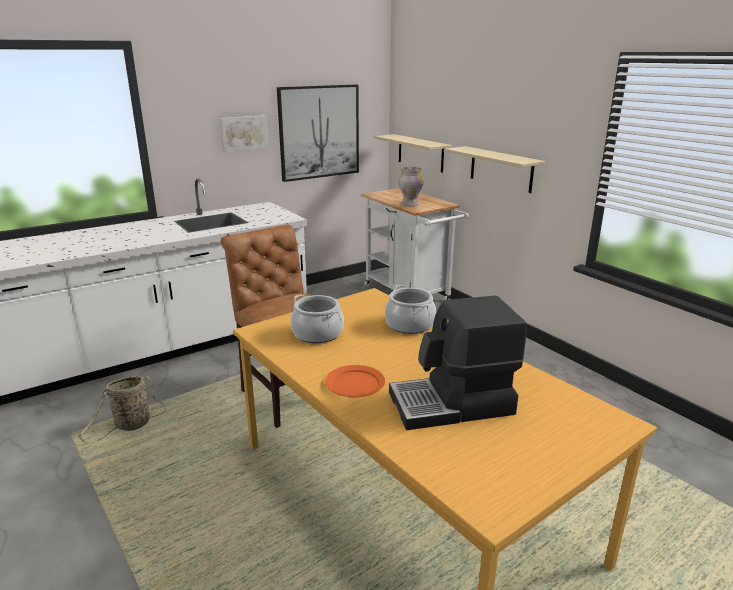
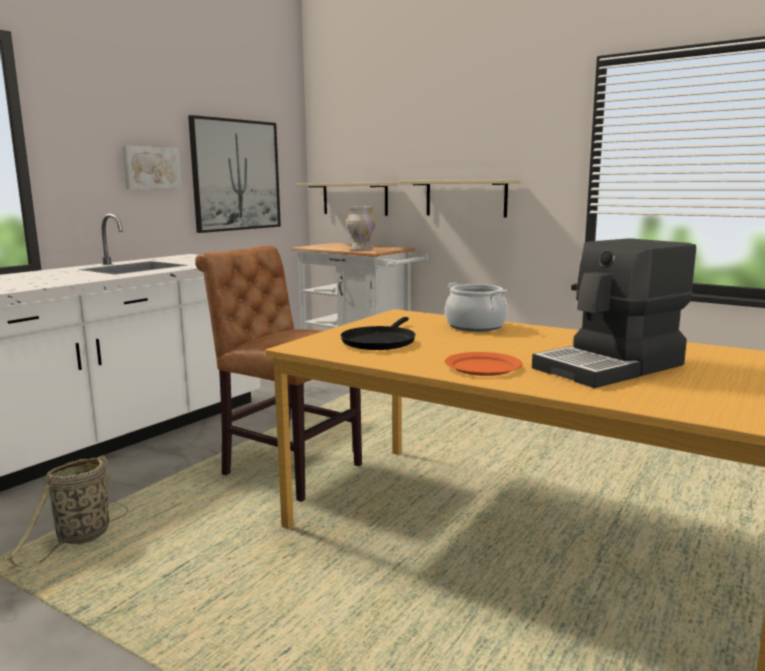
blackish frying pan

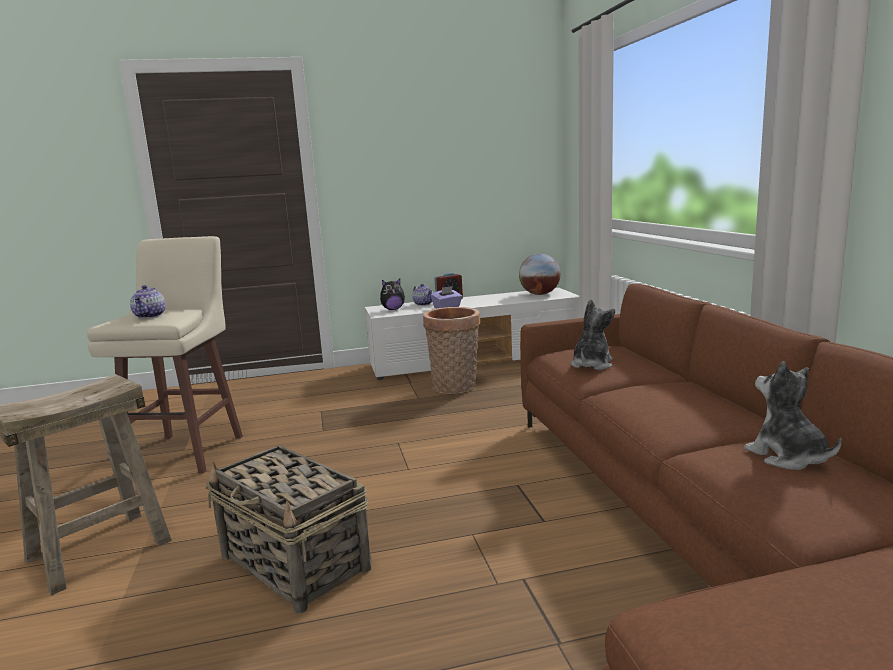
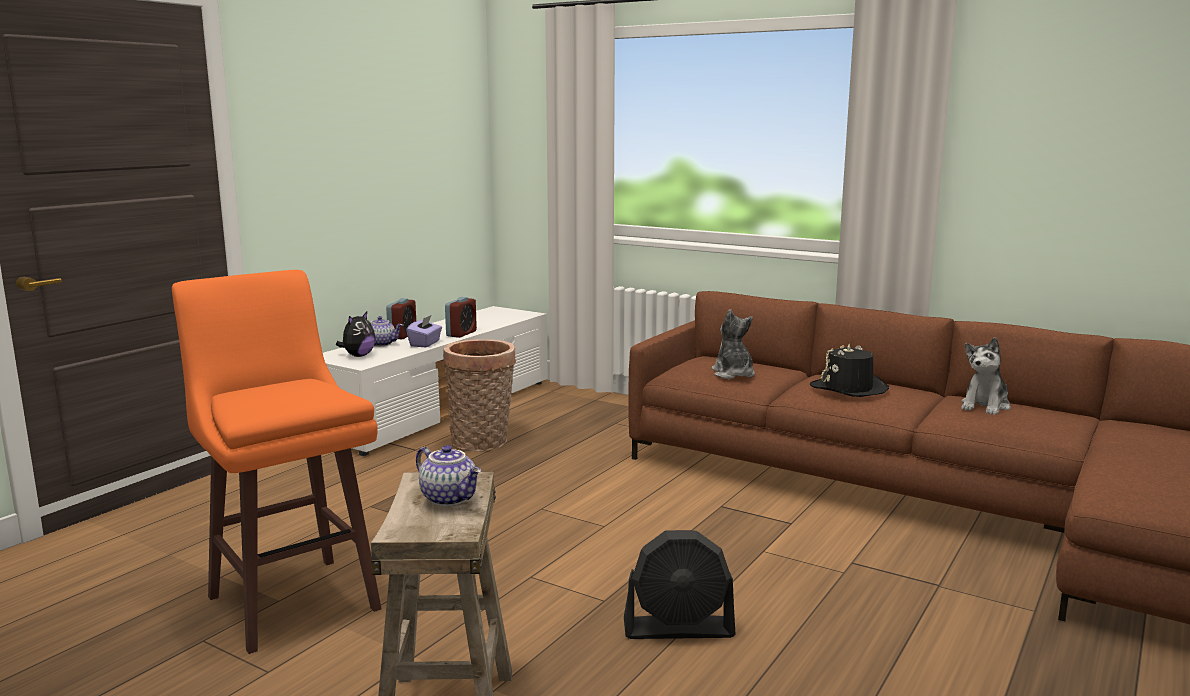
globe; table clock (no. 2 from left); blackish clothing hat; tea pot (no. 2 from left); blackish fan; orange-coloured sitting stool; plush toy (no. 3 from left)

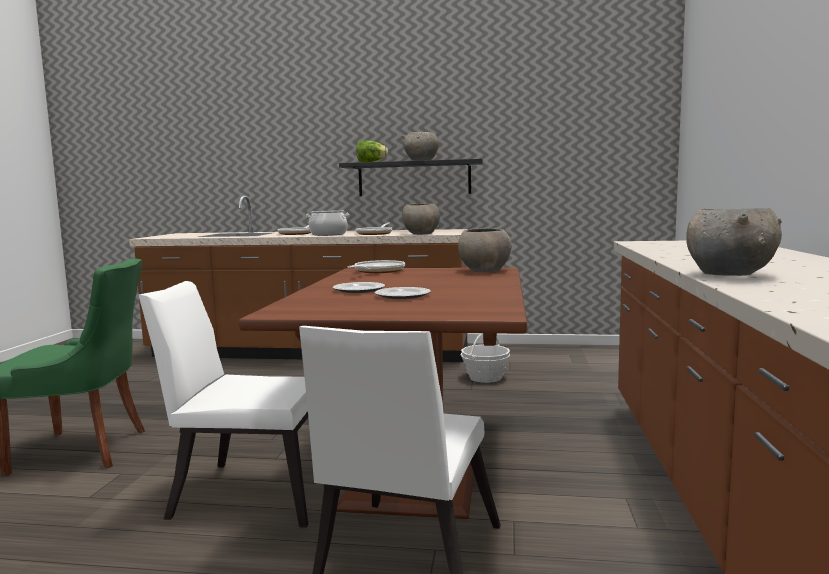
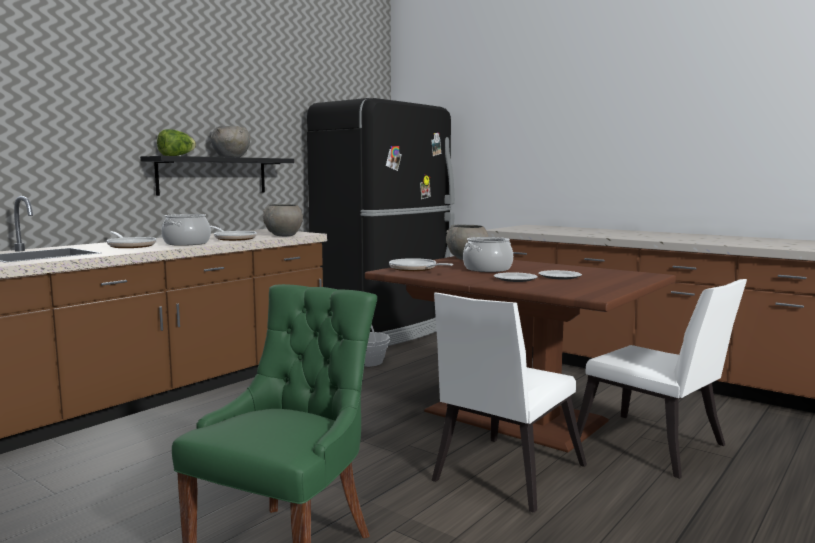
grey serving bowl (no. 4 from left in the first image); blackish refrigerator; saucepot (no. 2 from left)

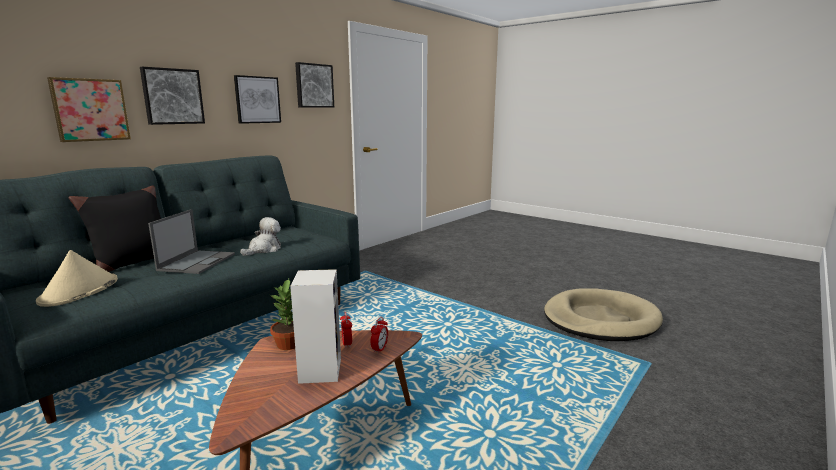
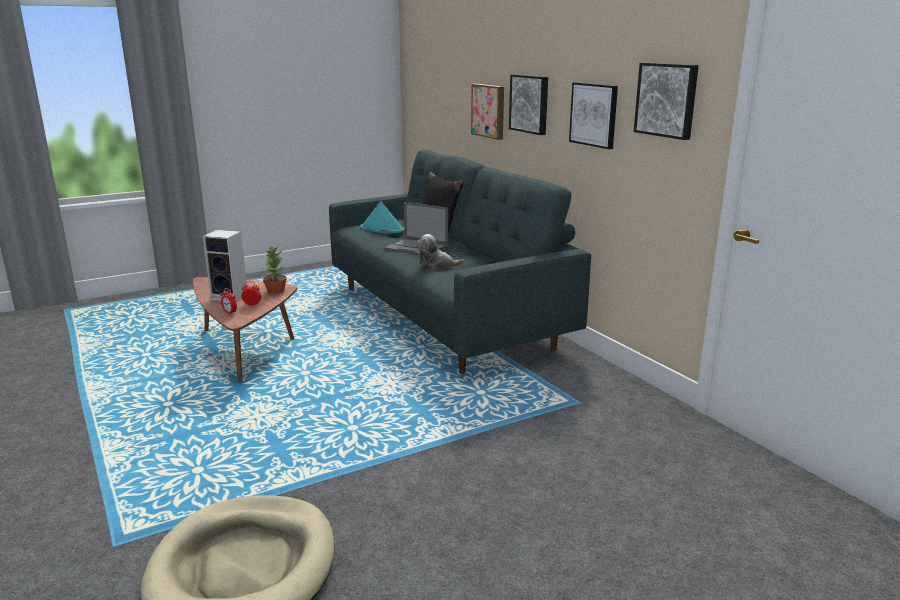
blue-green clothing hat; plush toy

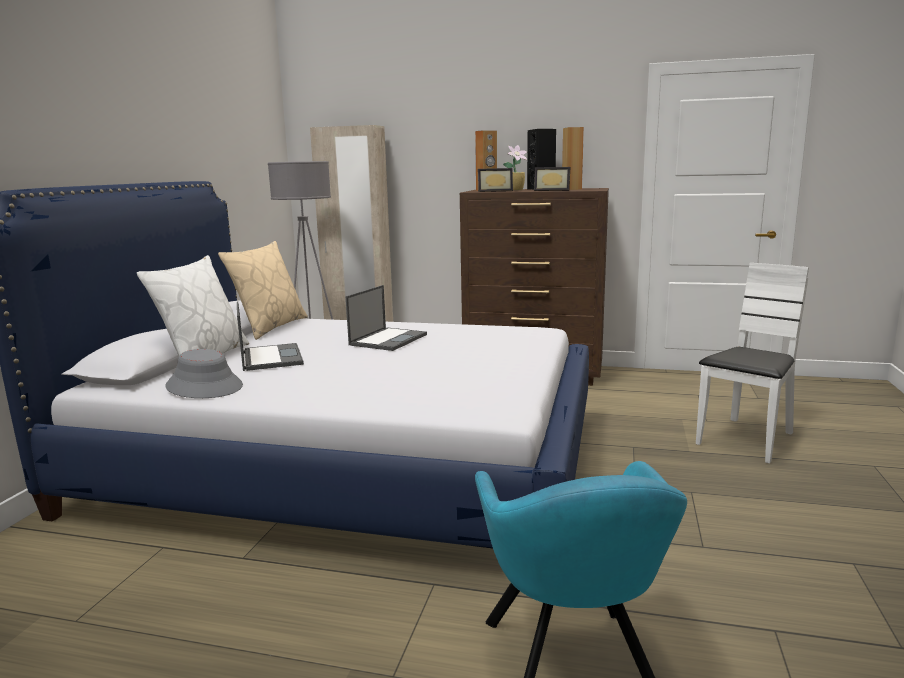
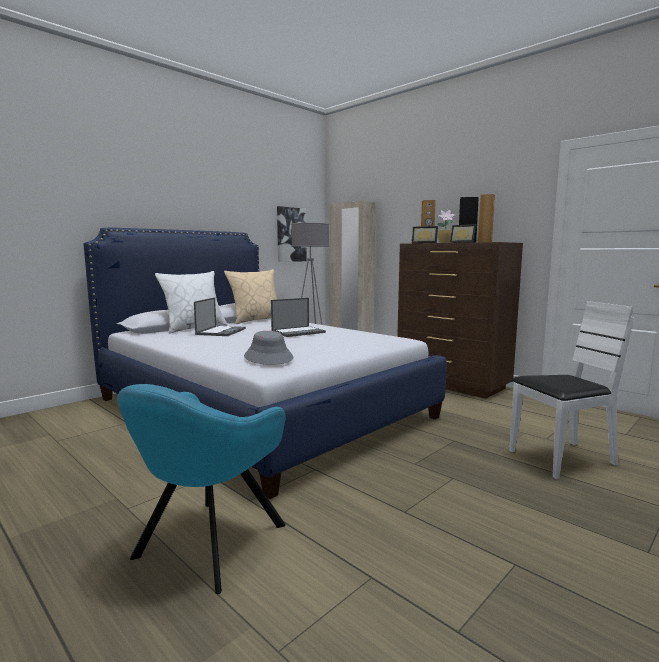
picture; grey clothing hat

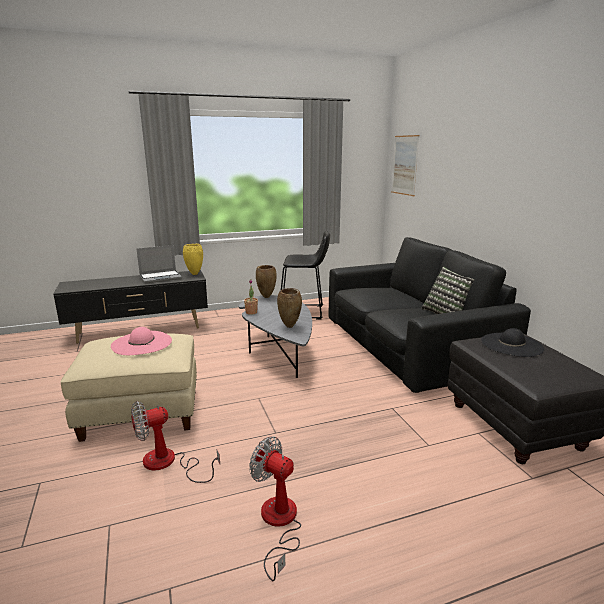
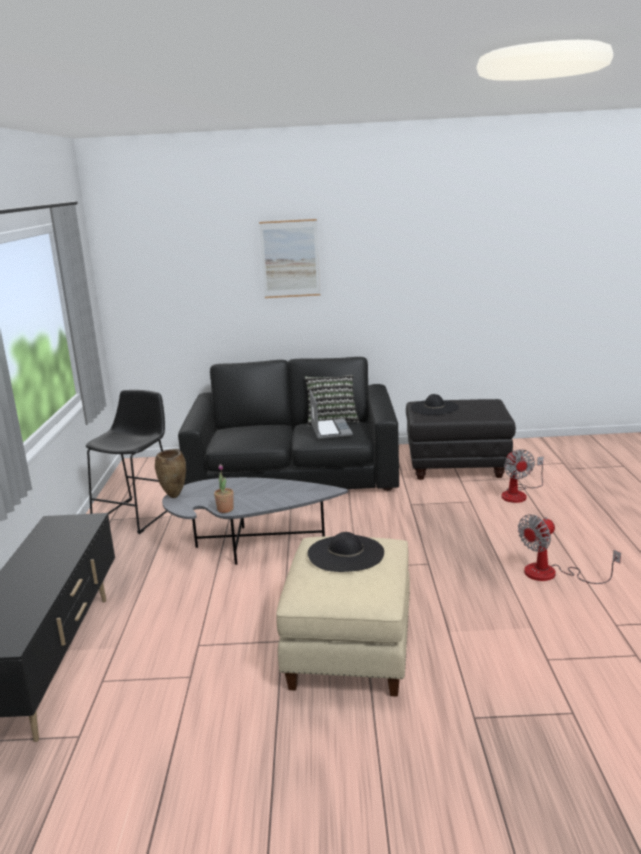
yellowish flower vase; brownish flower vase (no. 2 from left in the first image); fan (no. 1 from left); portable computer; picture; blackish clothing hat (no. 1 from left)

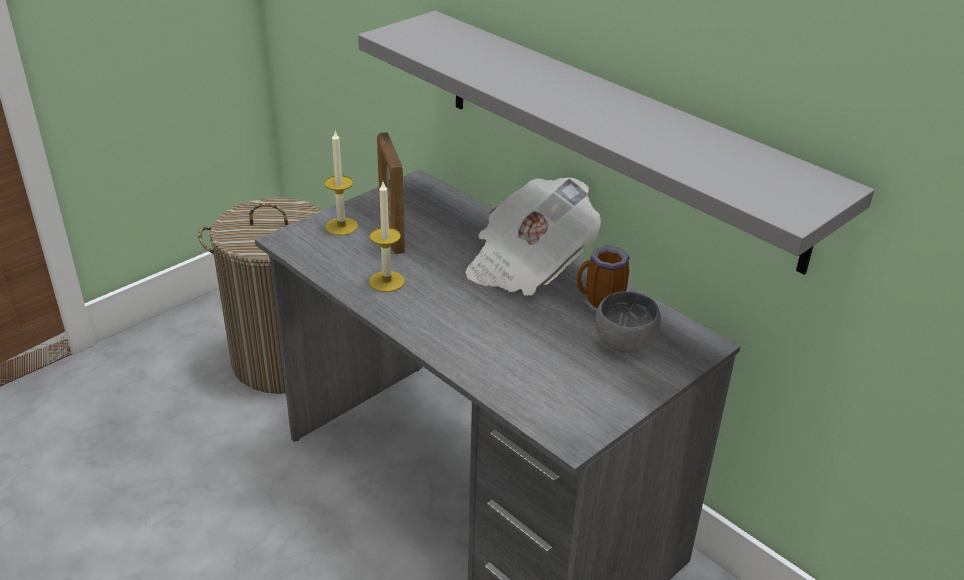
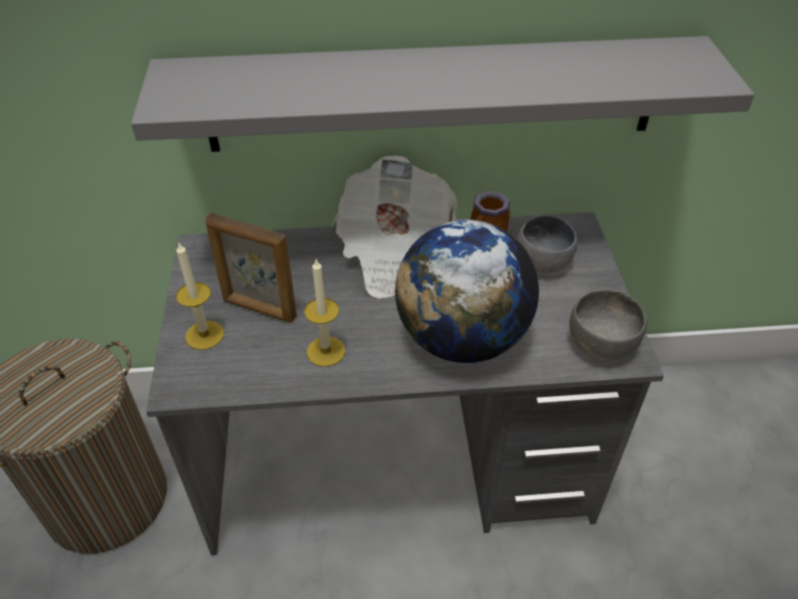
globe; grey serving bowl (no. 2 from left)

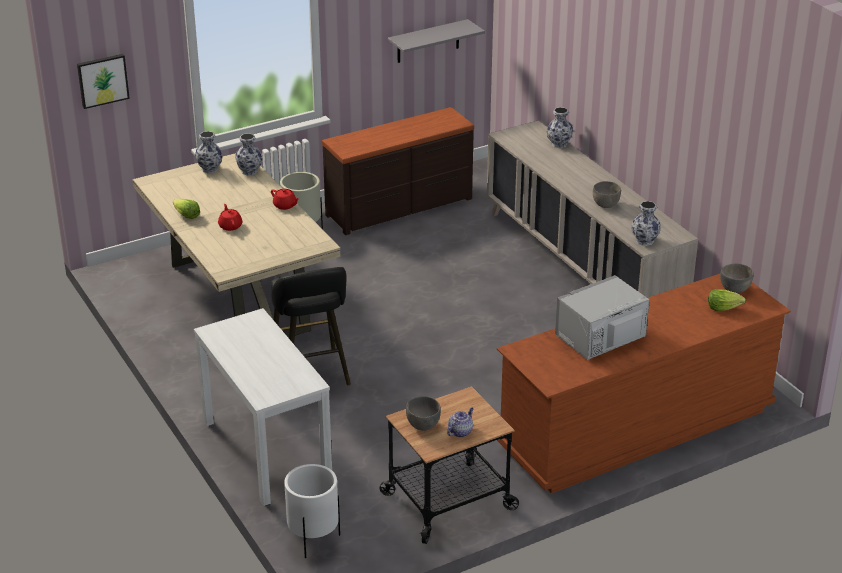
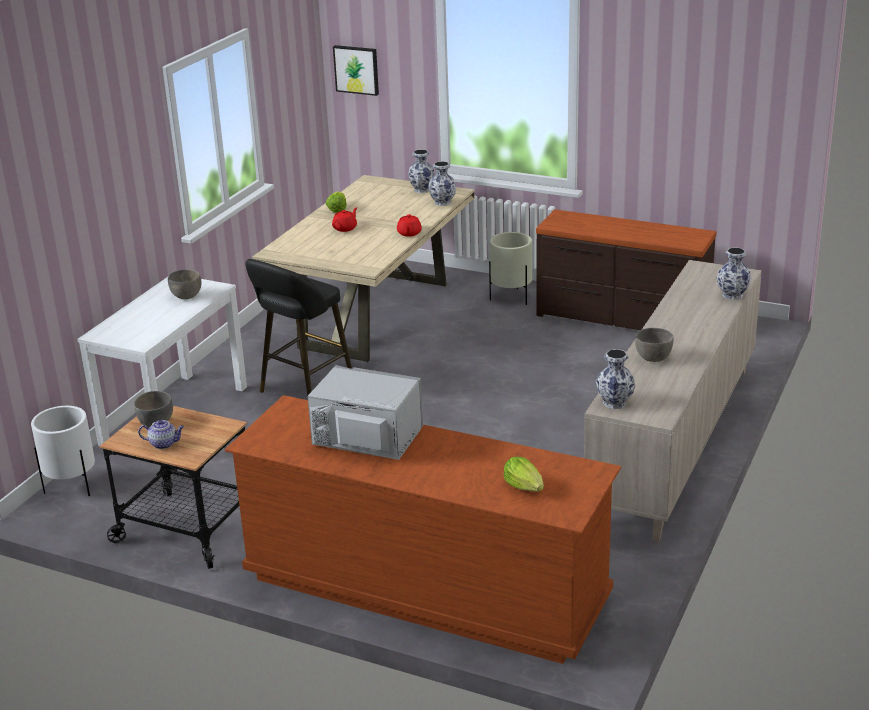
grey shelf; grey serving bowl (no. 2 from left)

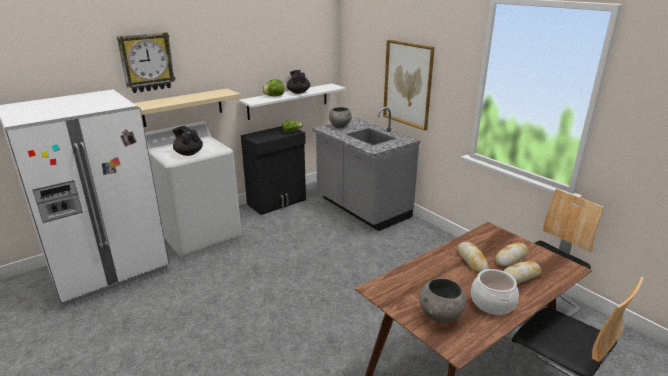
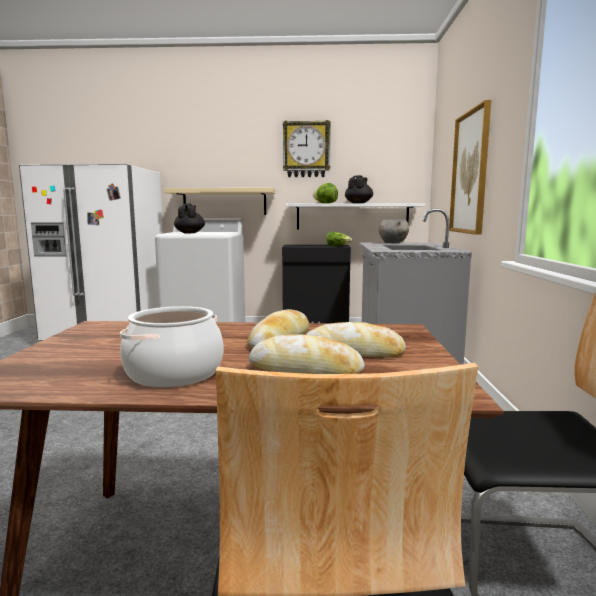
grey serving bowl (no. 2 from left in the first image); clock on the wall

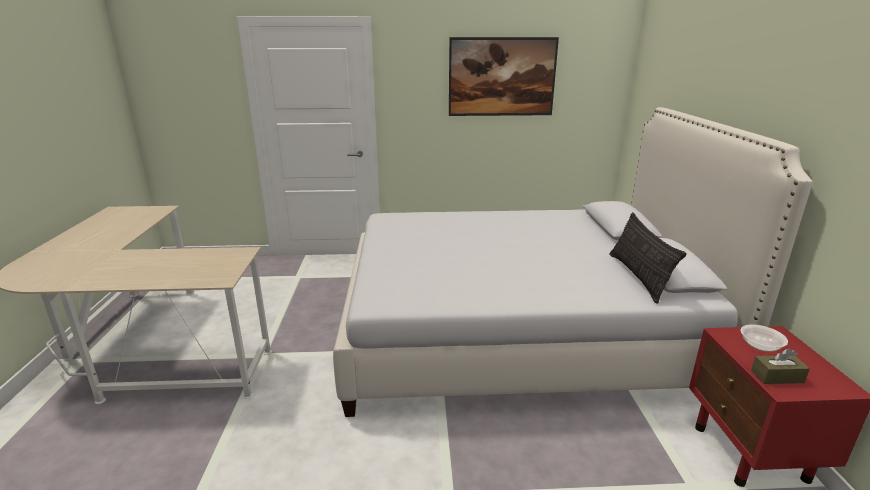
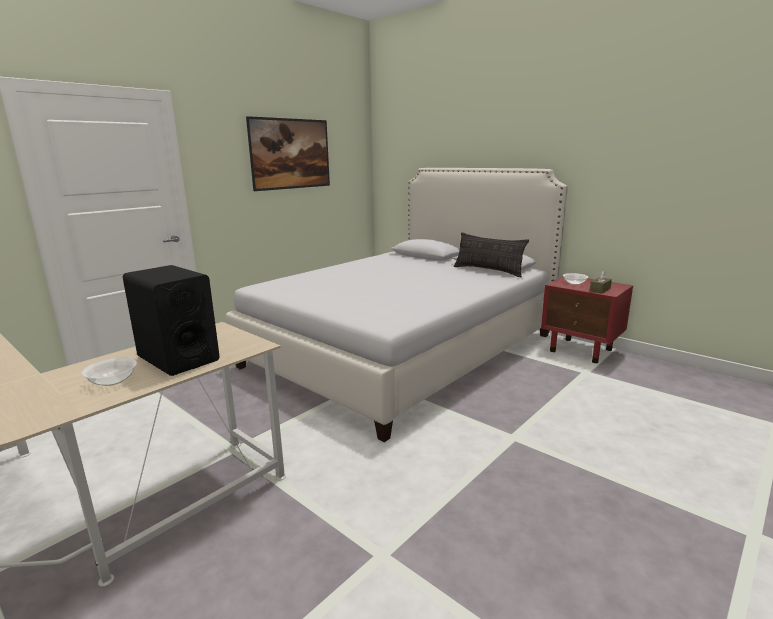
serving bowl (no. 1 from left); blackish speaker

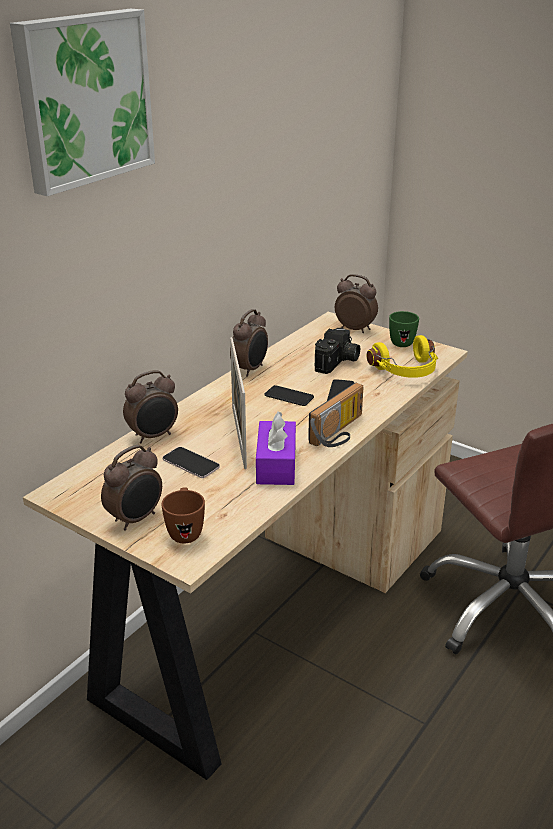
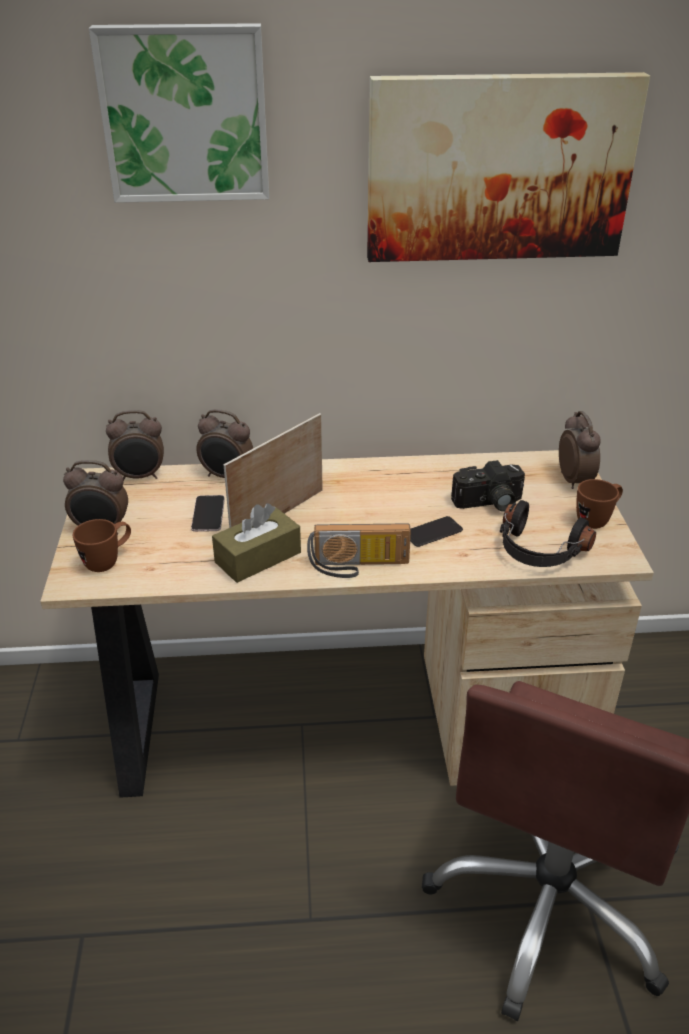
telephone (no. 2 from left in the first image); picture (no. 2 from left); table clock (no. 2 from left); brownish box of tissues; blackish pair of headphones; brownish mug (no. 2 from left)

